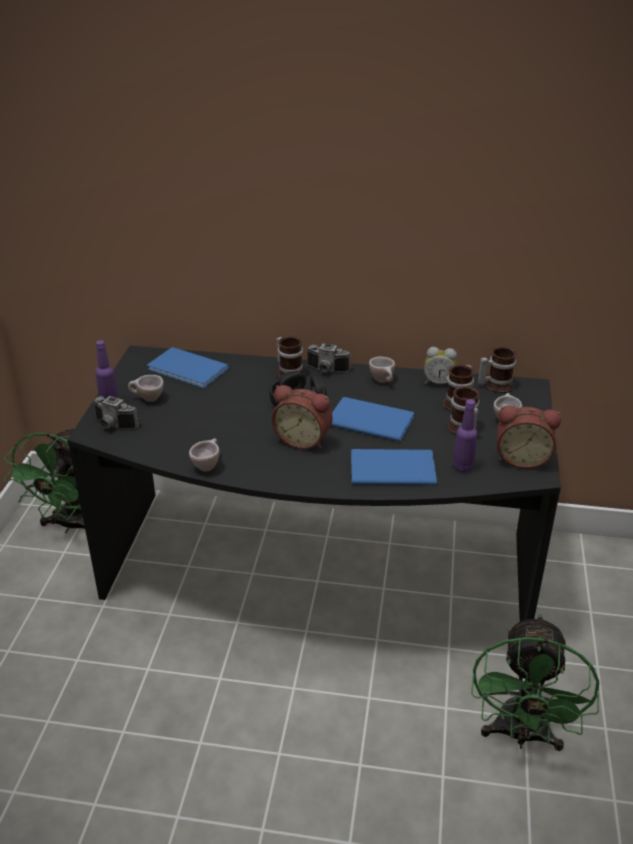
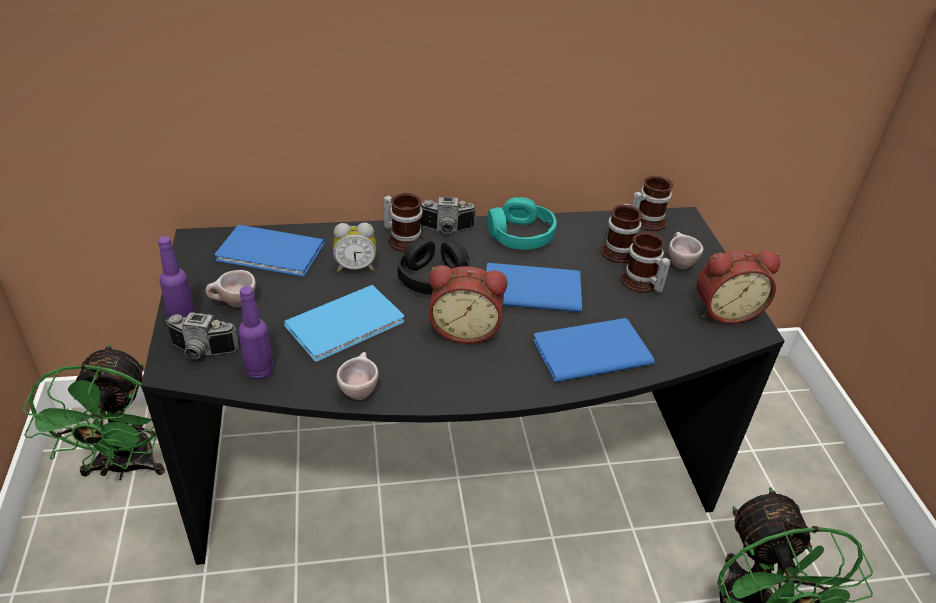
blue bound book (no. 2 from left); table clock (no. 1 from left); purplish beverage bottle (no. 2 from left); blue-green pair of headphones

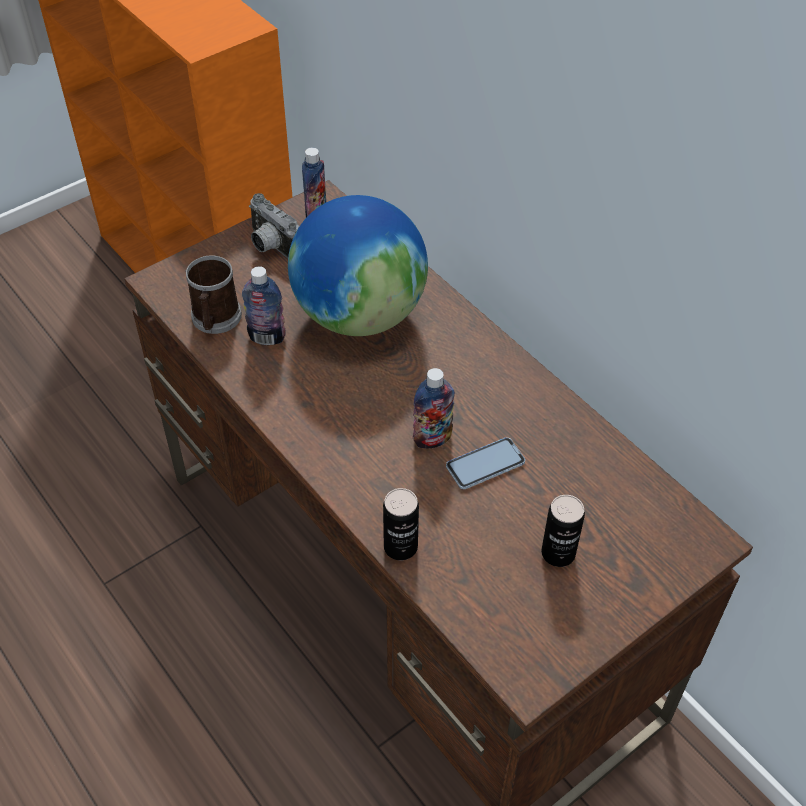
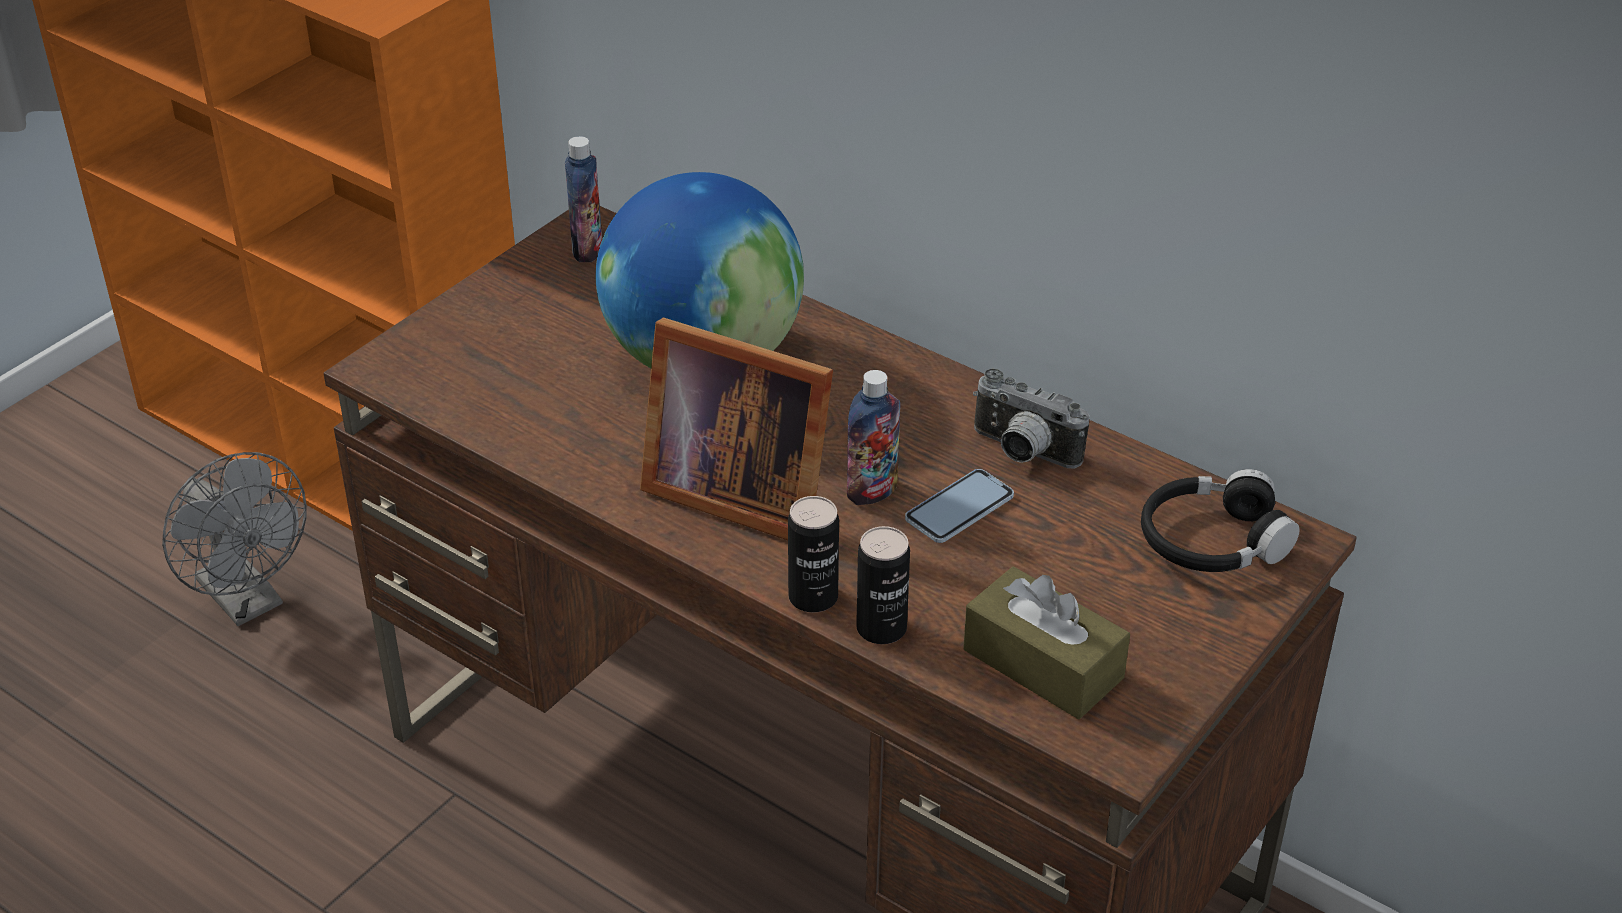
mug; beverage bottle (no. 1 from left in the first image); grey fan; standing frame; brownish box of tissues; blackish pair of headphones; photo camera; can (no. 1 from left)

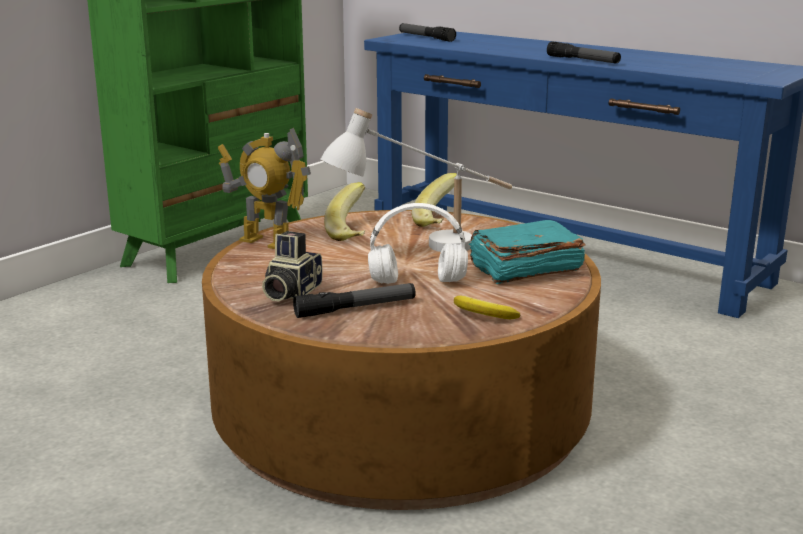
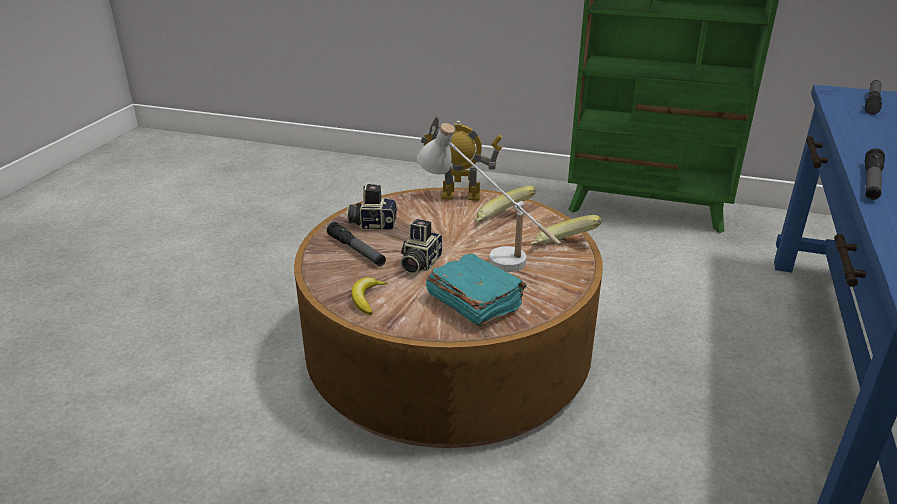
photo camera (no. 2 from left); toy robot

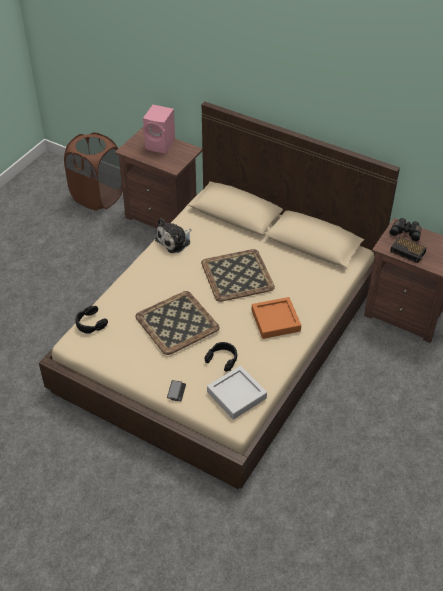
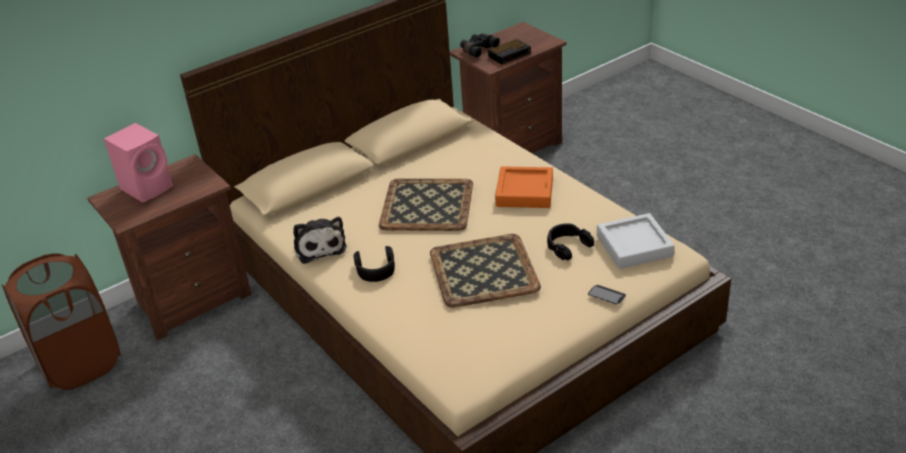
blackish pair of headphones (no. 1 from left)

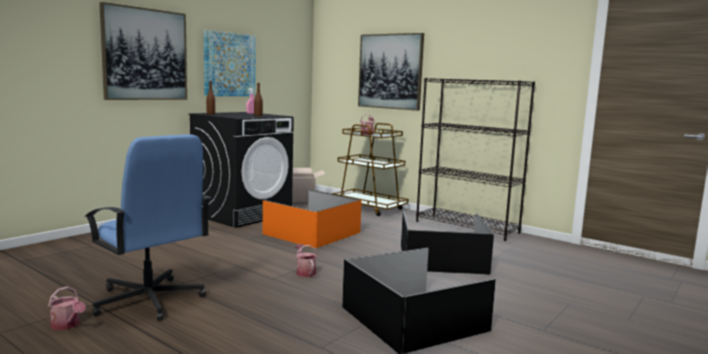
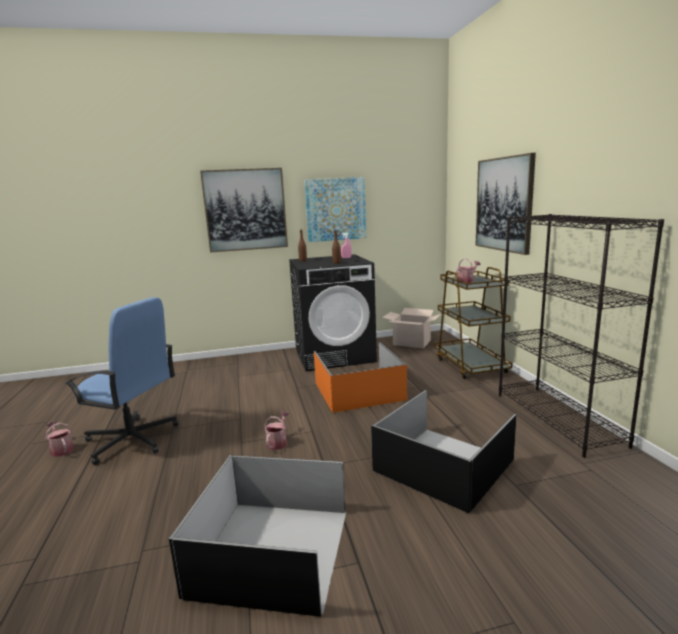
watering pot (no. 1 from left); blue desk chair

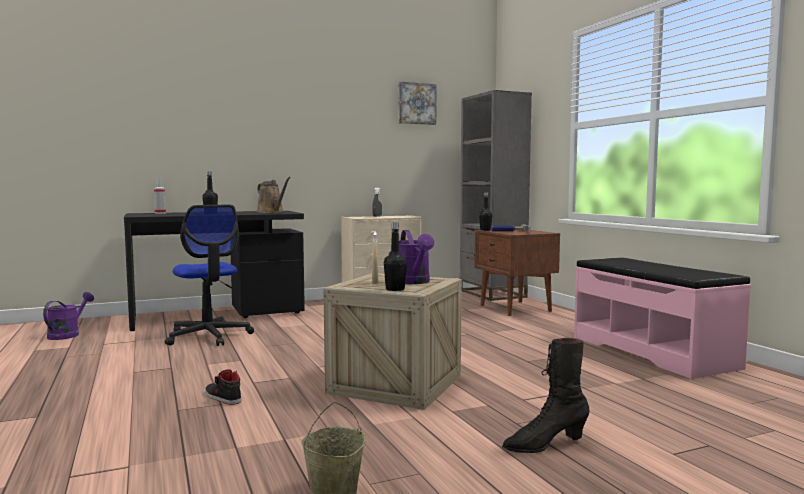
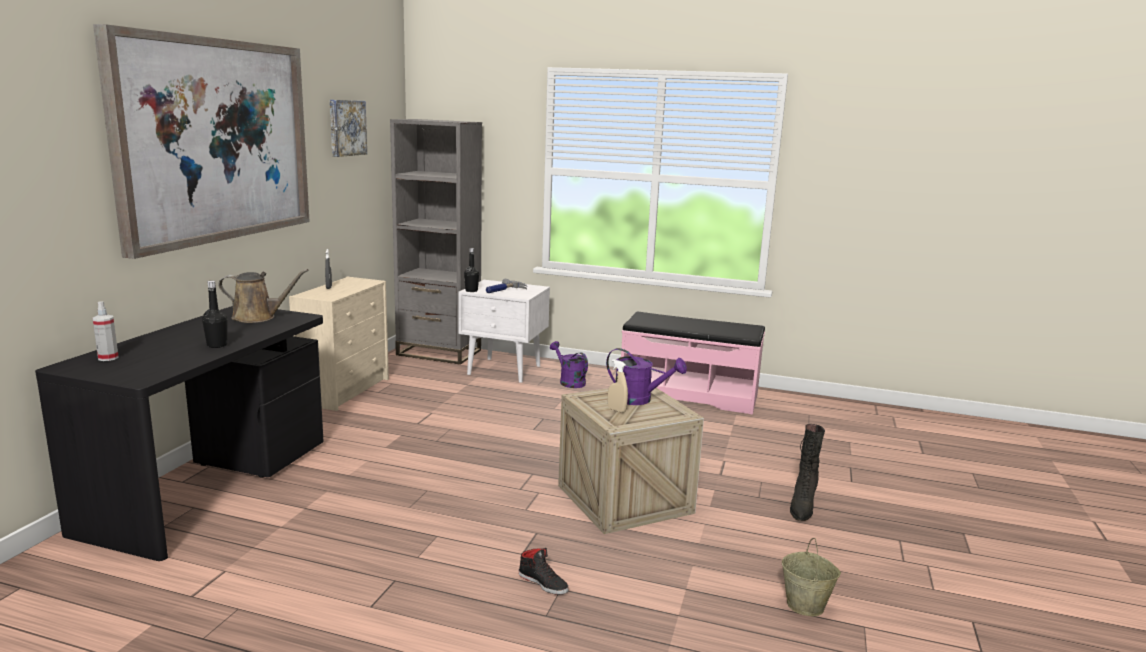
desk chair; blackish beverage bottle (no. 2 from left in the first image); picture (no. 1 from left); purplish watering pot (no. 1 from left); white bedside table; blackish low shoe

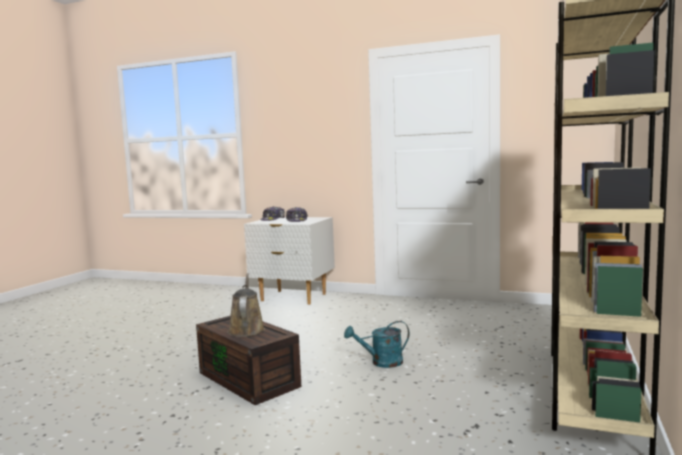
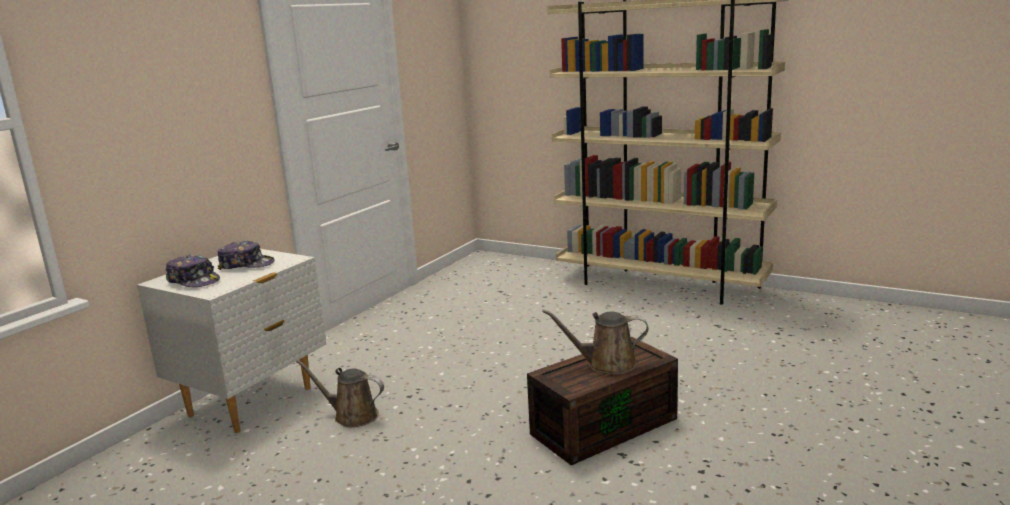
blue-green watering pot; brownish watering pot (no. 1 from left)

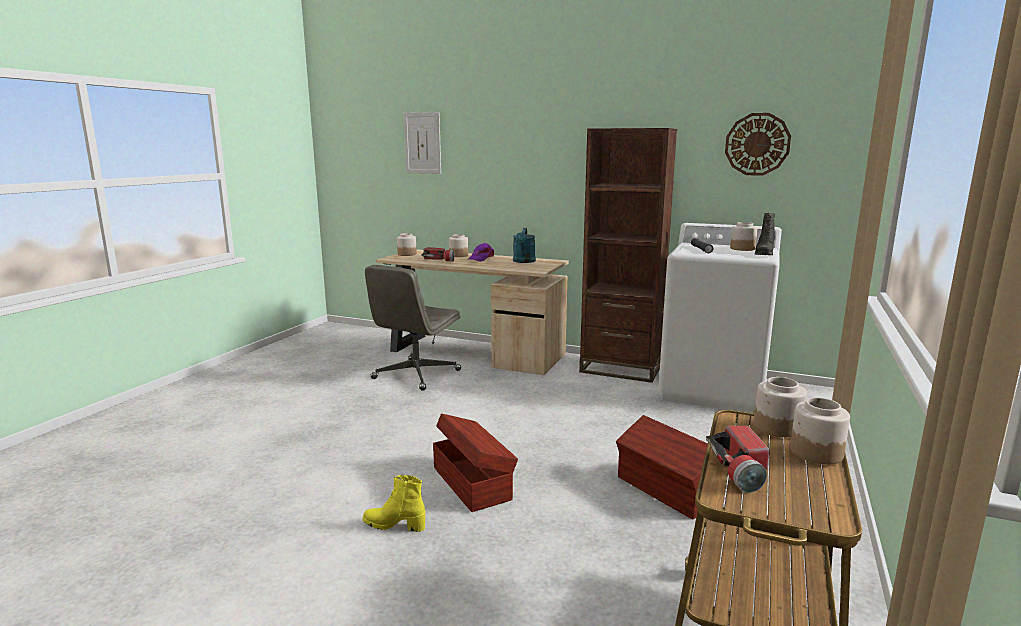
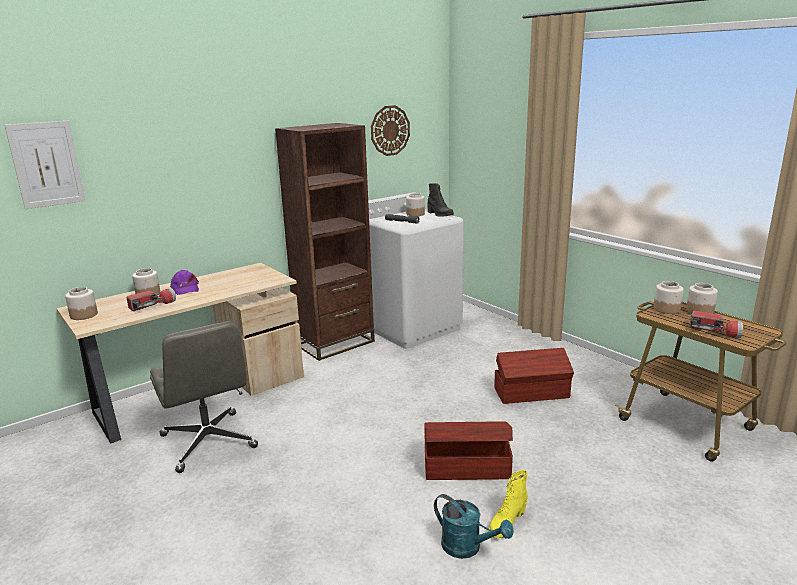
blue-green watering pot

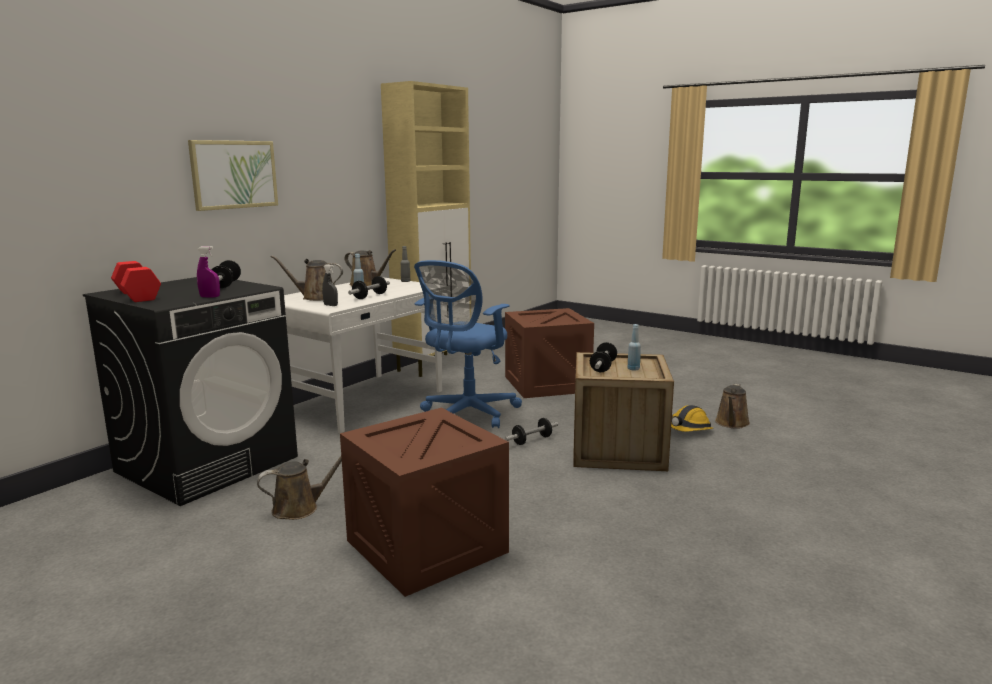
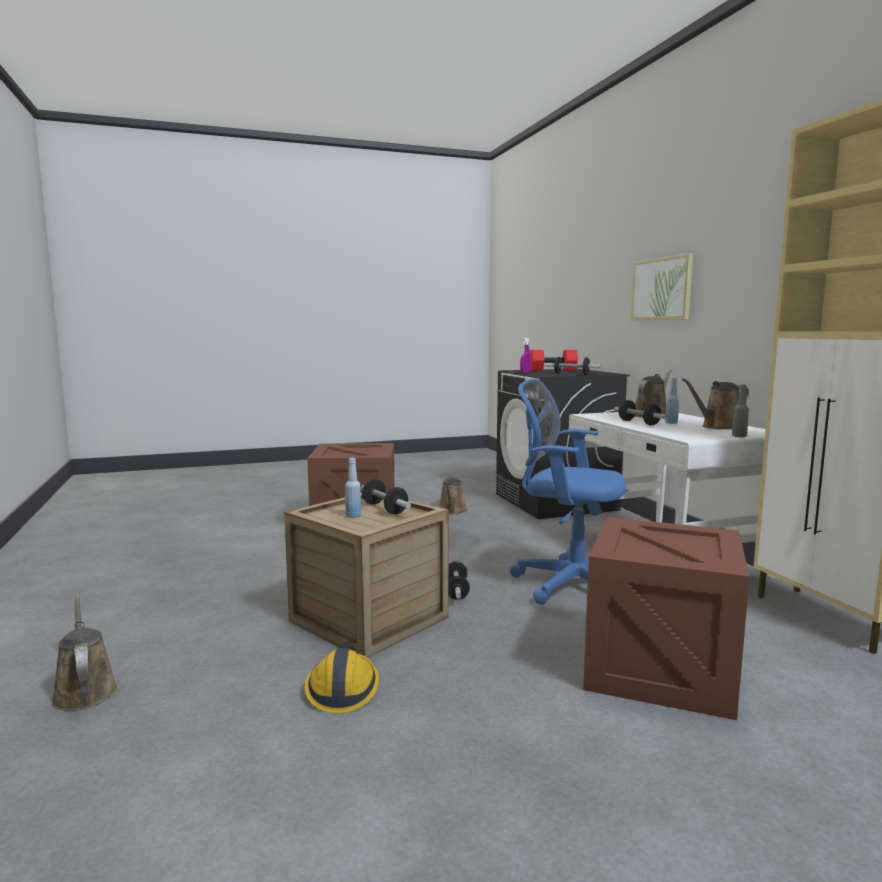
grey hand sprayer; brownish watering pot (no. 1 from left); blue desk chair

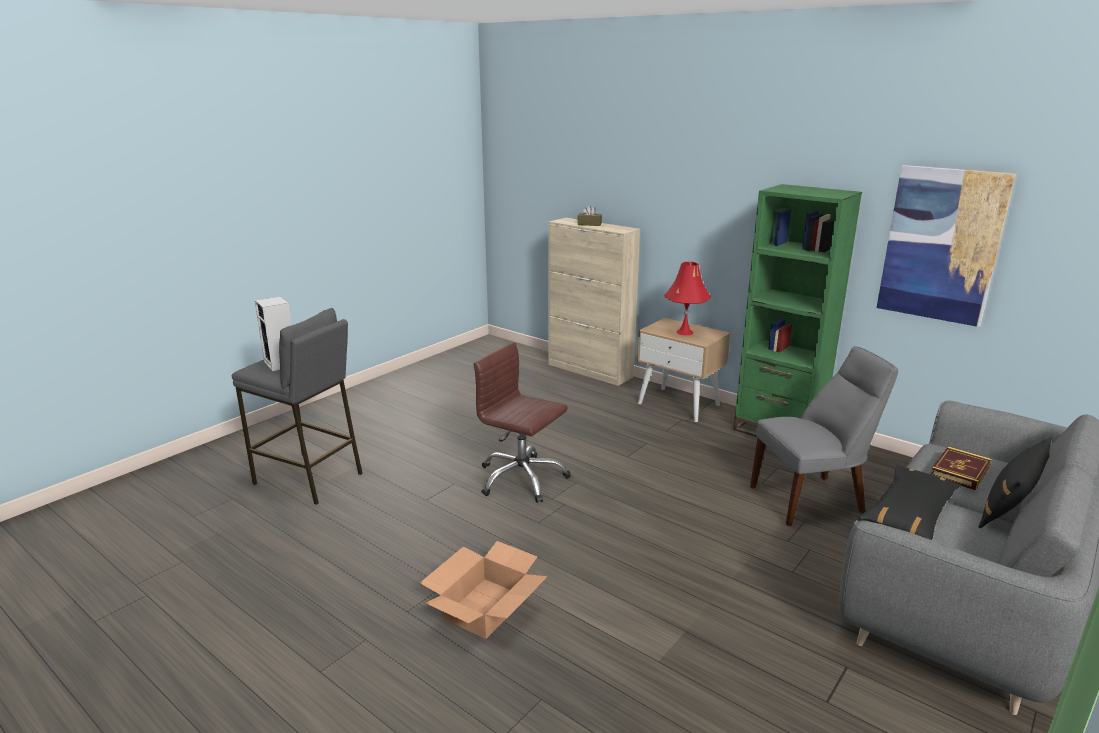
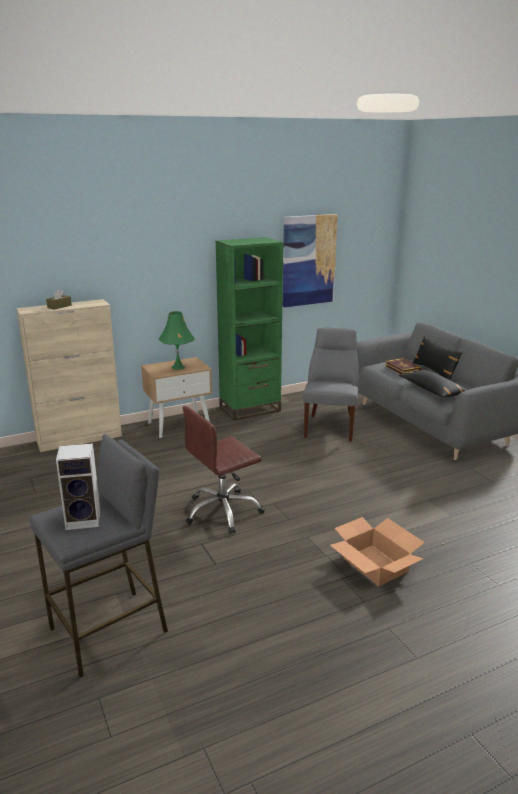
green-coloured tabletop lamp

